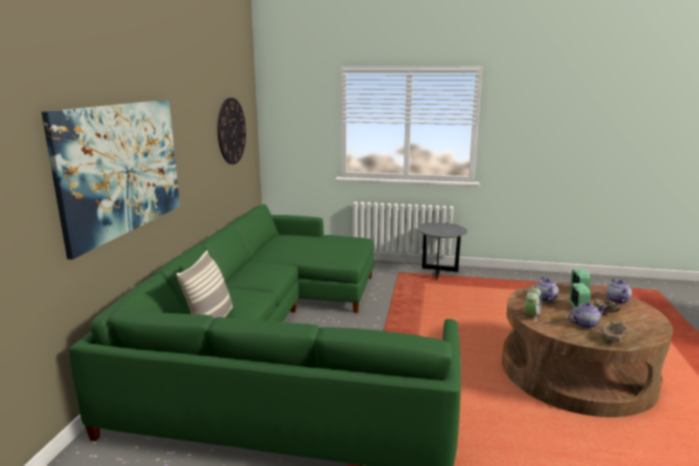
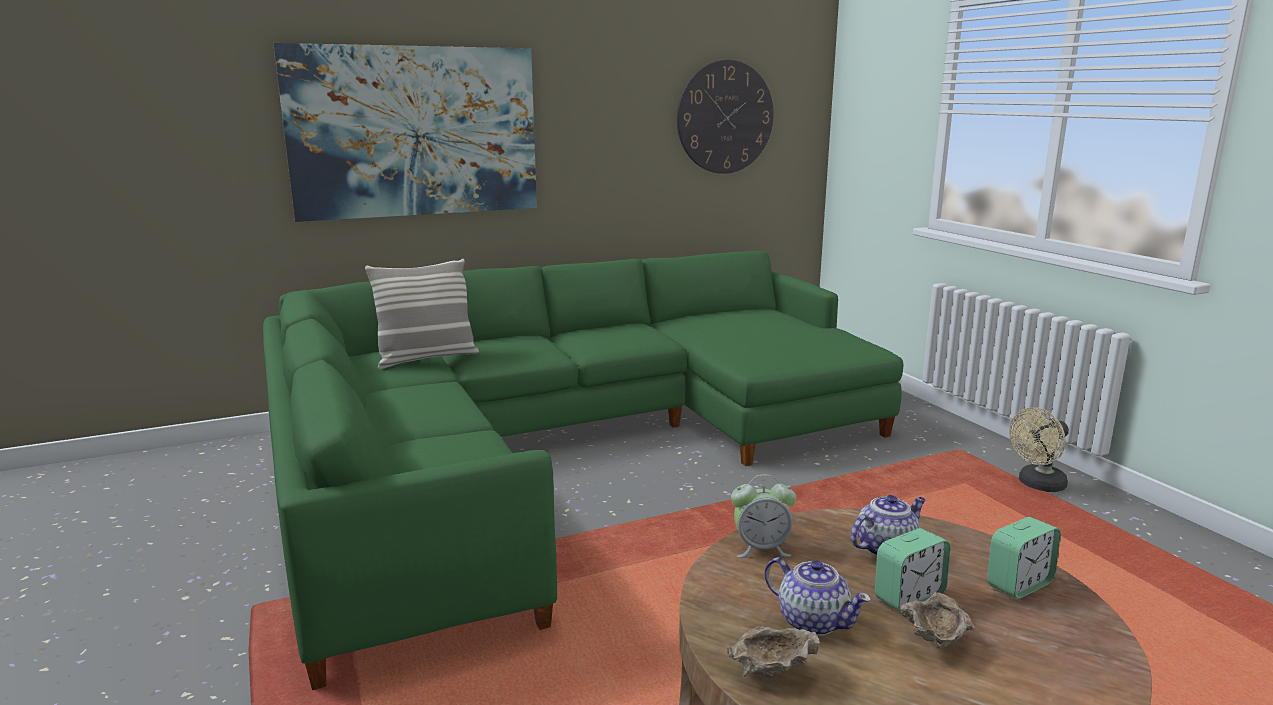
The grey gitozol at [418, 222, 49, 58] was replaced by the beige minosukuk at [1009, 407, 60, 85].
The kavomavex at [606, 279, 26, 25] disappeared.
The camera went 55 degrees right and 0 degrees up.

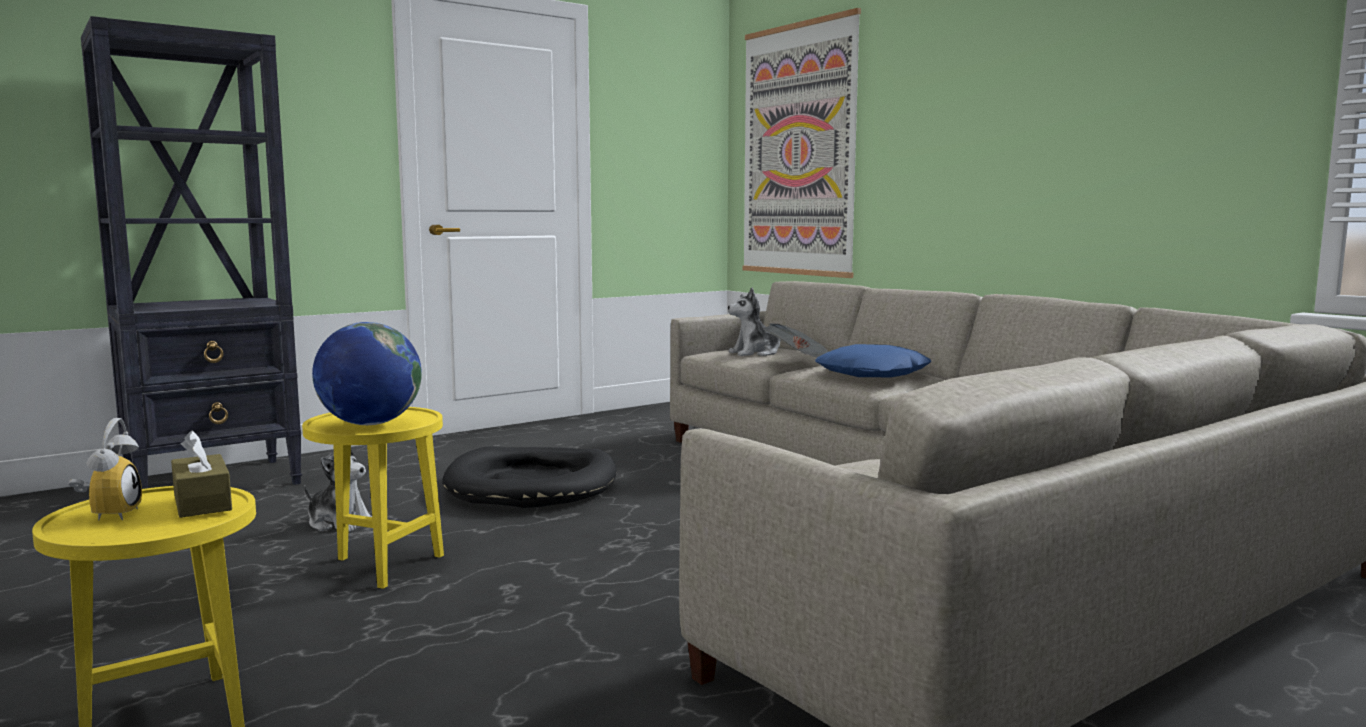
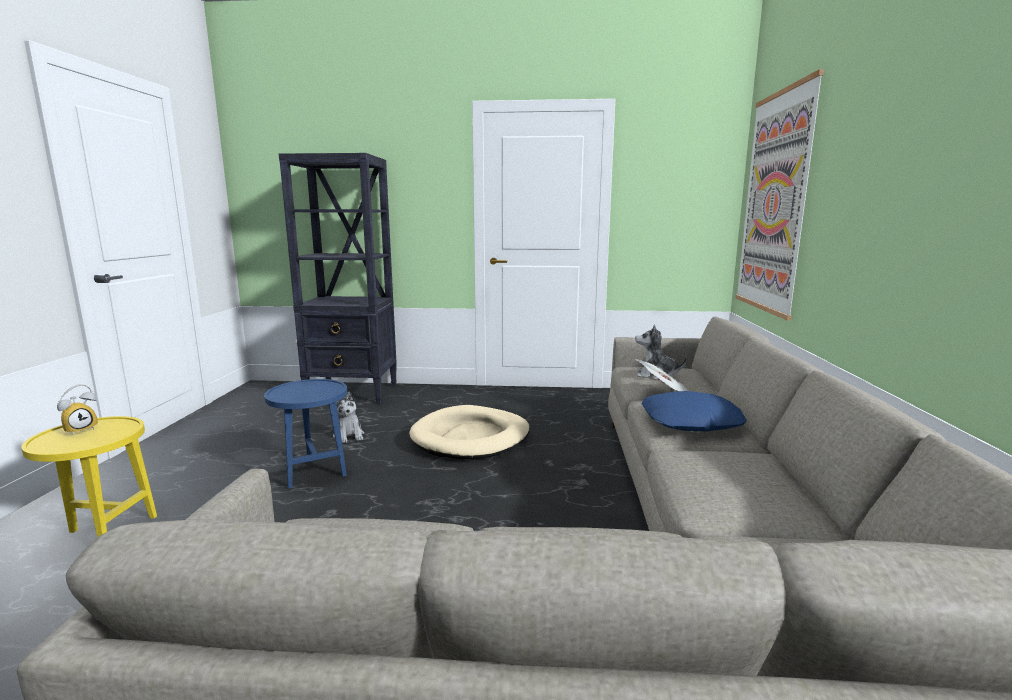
The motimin at [312, 322, 110, 103] disappeared.
The yellow gitozol at [302, 407, 142, 182] became the blue gitozol at [264, 379, 83, 110].
The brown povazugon at [171, 431, 61, 87] disappeared.
The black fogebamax at [442, 446, 174, 62] became the beige fogebamax at [409, 405, 120, 54].
The camera went 40 degrees right and 5 degrees up.

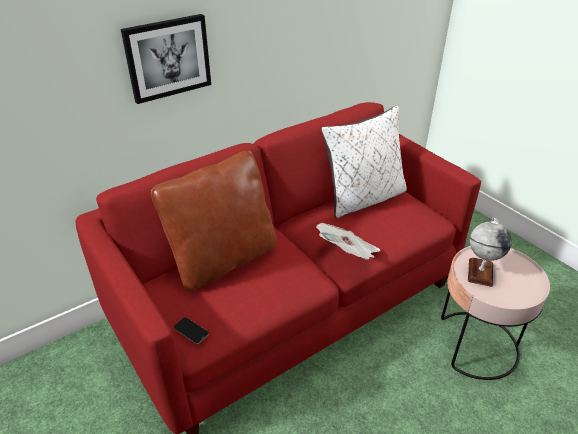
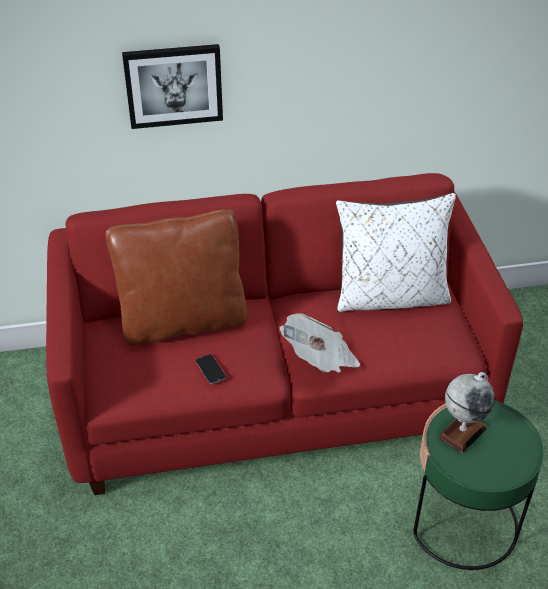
The pink gitozol at [441, 246, 109, 134] became the green gitozol at [413, 401, 131, 169].
The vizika moved from [174, 317, 35, 27] to [196, 354, 30, 30].
The camera went 25 degrees right and 5 degrees up.

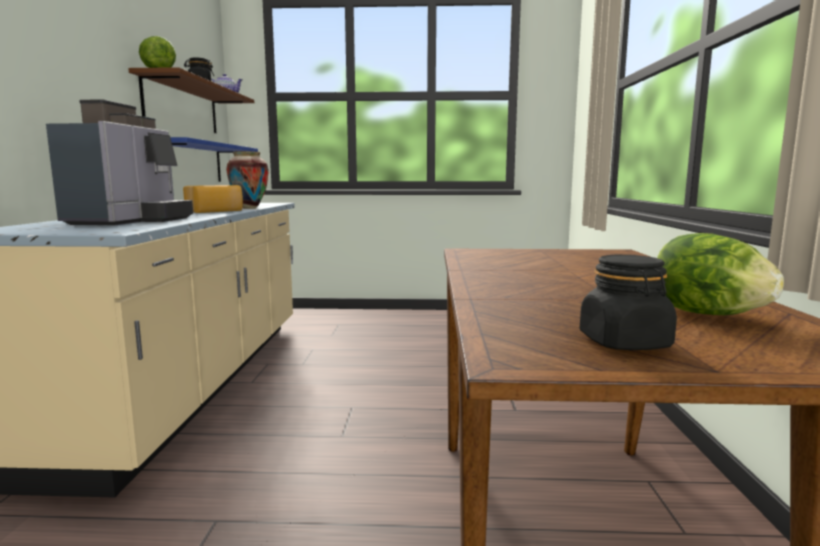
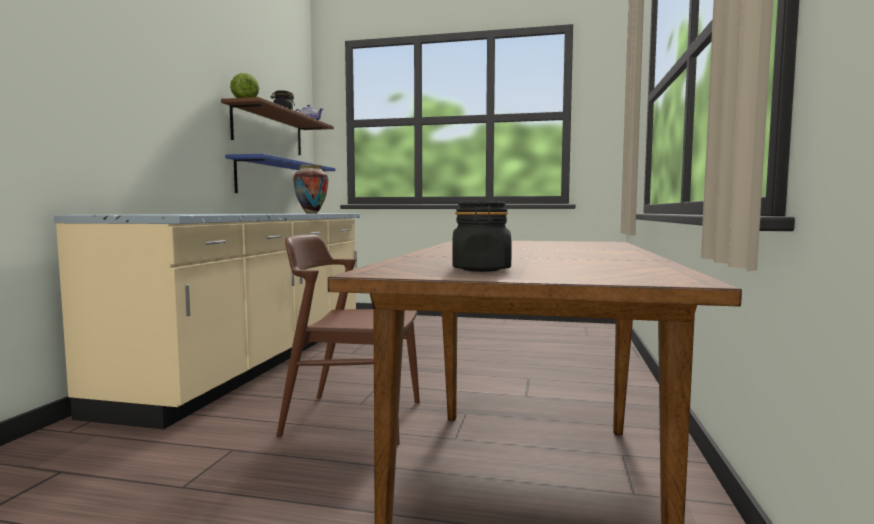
The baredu at [46, 99, 147, 126] disappeared.
The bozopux at [183, 185, 60, 28] disappeared.
The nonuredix at [657, 233, 127, 82] disappeared.
The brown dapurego at [276, 234, 144, 212] appeared.
The camera went 10 degrees right and 5 degrees down.

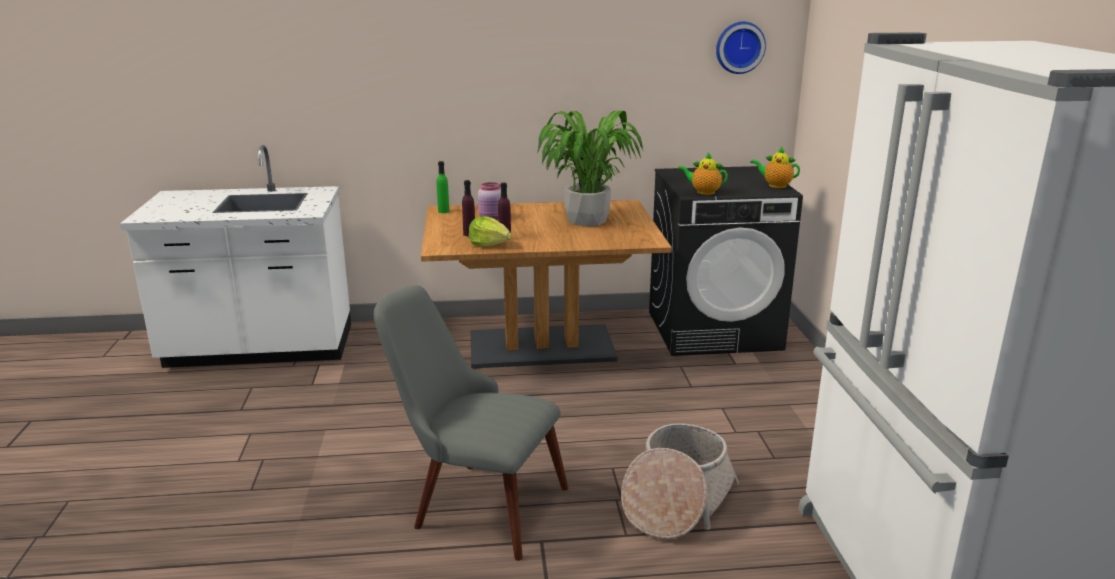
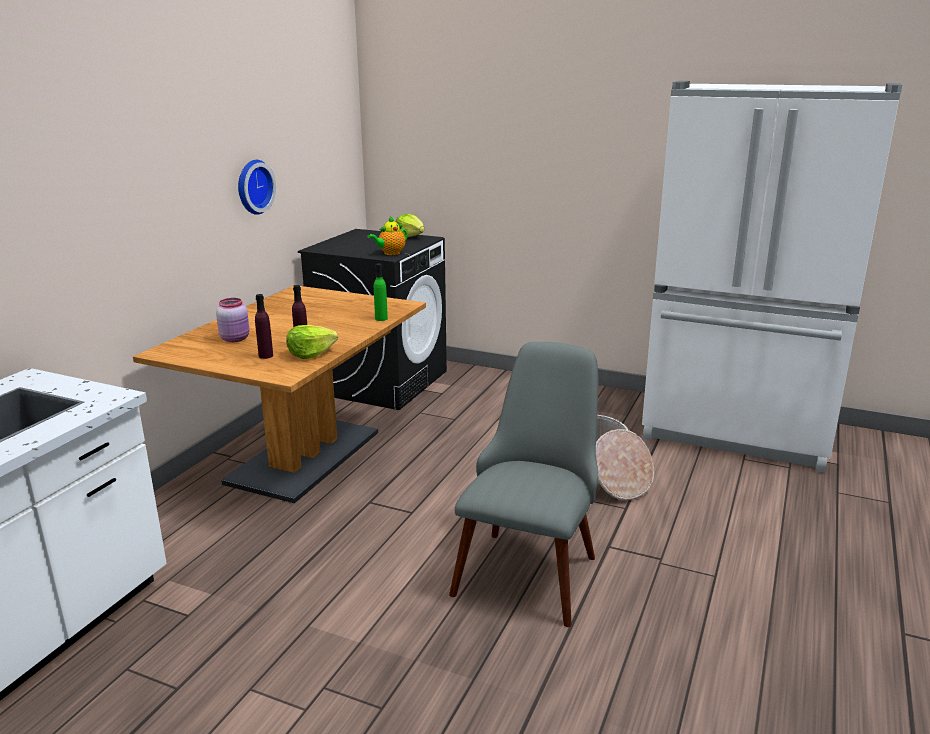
The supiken moved from [716, 22, 50, 52] to [238, 160, 38, 55].
The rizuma at [537, 111, 106, 116] disappeared.
The kavomavex at [750, 147, 50, 41] was replaced by the nonuredix at [396, 214, 29, 23].
The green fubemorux moved from [437, 161, 12, 52] to [374, 264, 14, 57].
The grey dapurego at [374, 285, 195, 276] turned 150 degrees clockwise.
The camera went 60 degrees left and 0 degrees up.

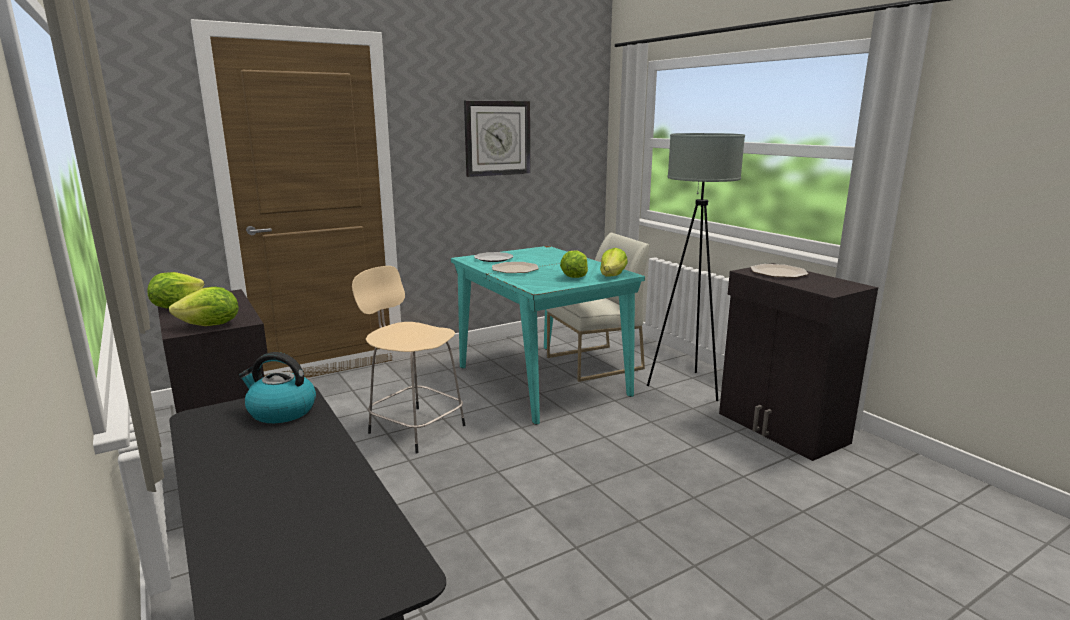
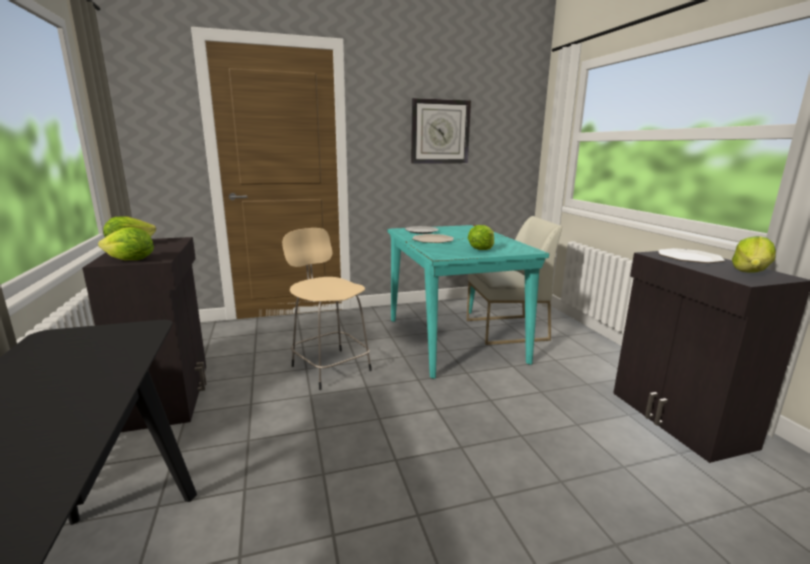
The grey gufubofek at [647, 133, 98, 268] disappeared.
The nonuredix moved from [600, 248, 28, 29] to [732, 236, 44, 37].
The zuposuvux at [239, 352, 77, 71] disappeared.
The camera went 15 degrees right and 0 degrees up.

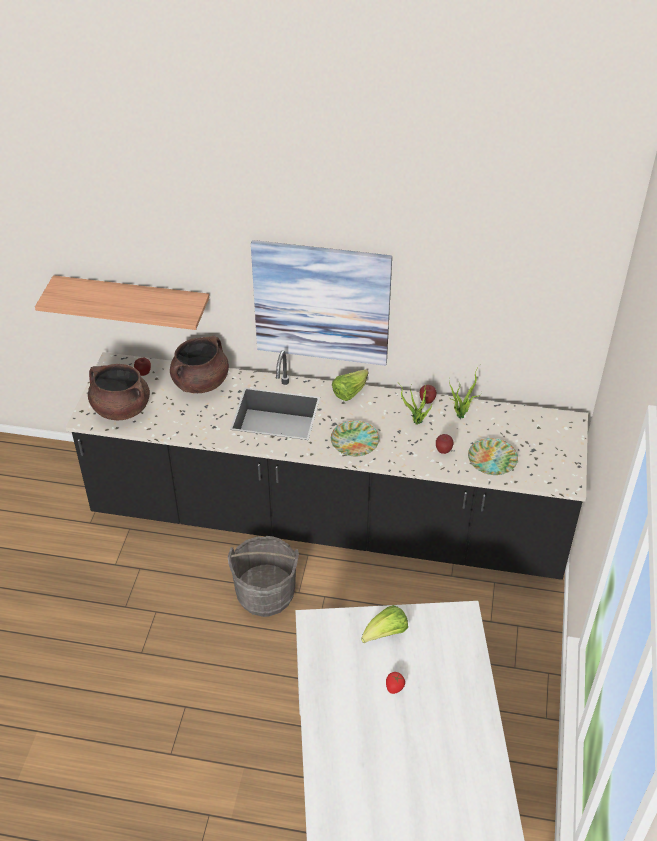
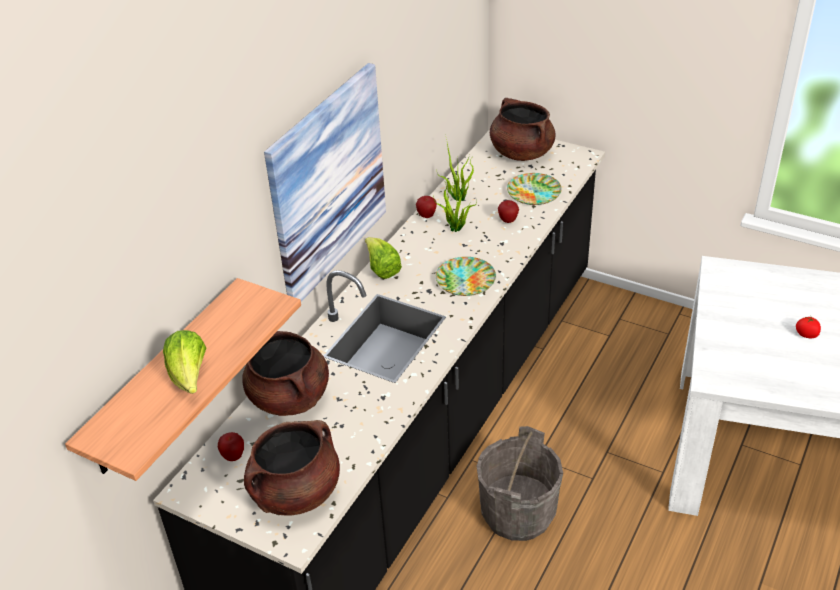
The nonuredix moved from [361, 605, 47, 38] to [163, 330, 43, 64].
The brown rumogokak at [490, 98, 65, 63] appeared.
The camera went 70 degrees left and 5 degrees down.

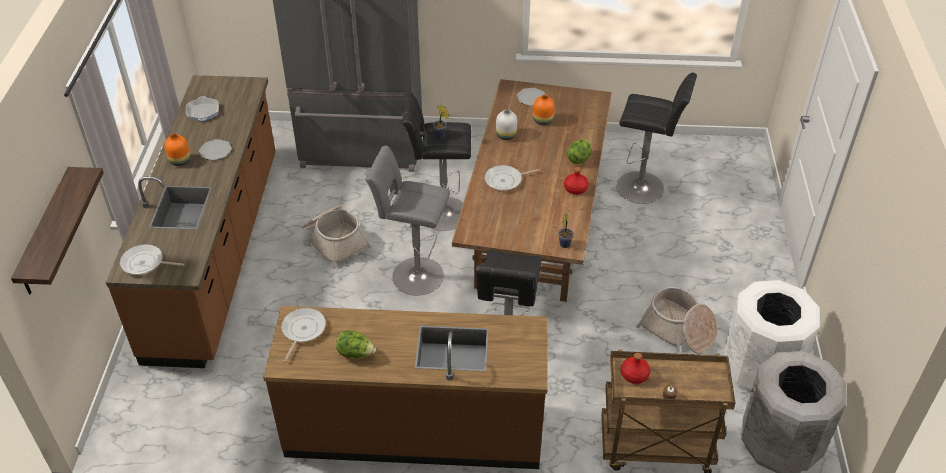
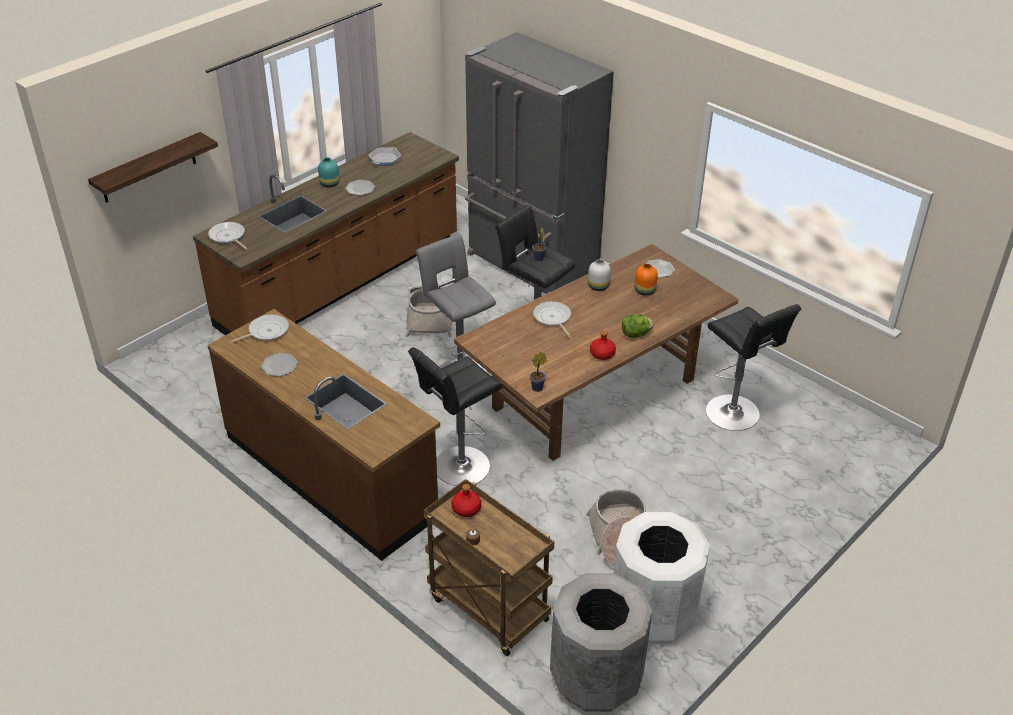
The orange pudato at [164, 134, 26, 32] became the turquoise pudato at [318, 157, 21, 31].
The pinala at [484, 165, 56, 26] turned 45 degrees clockwise.
The nonuredix at [336, 330, 40, 29] was replaced by the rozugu at [261, 353, 37, 23].
The camera went 40 degrees right and 5 degrees down.

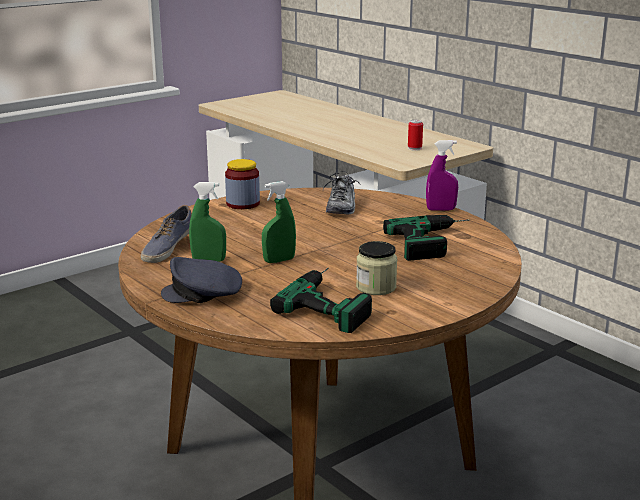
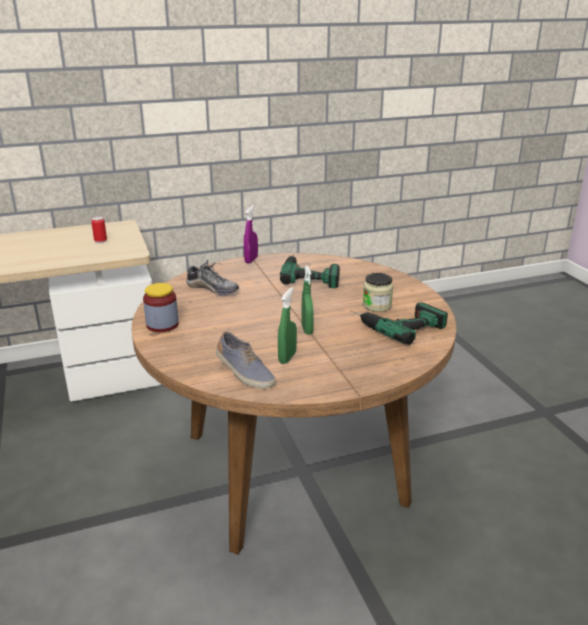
The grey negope at [161, 257, 81, 46] disappeared.
The camera went 70 degrees left and 5 degrees up.

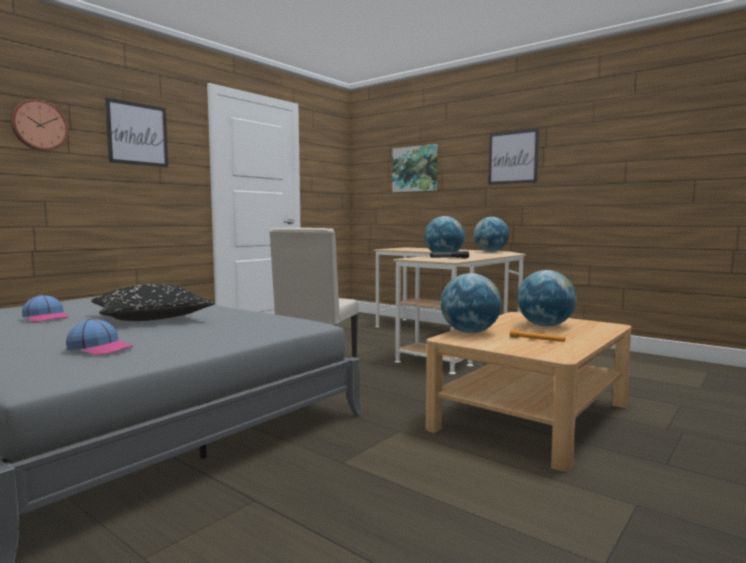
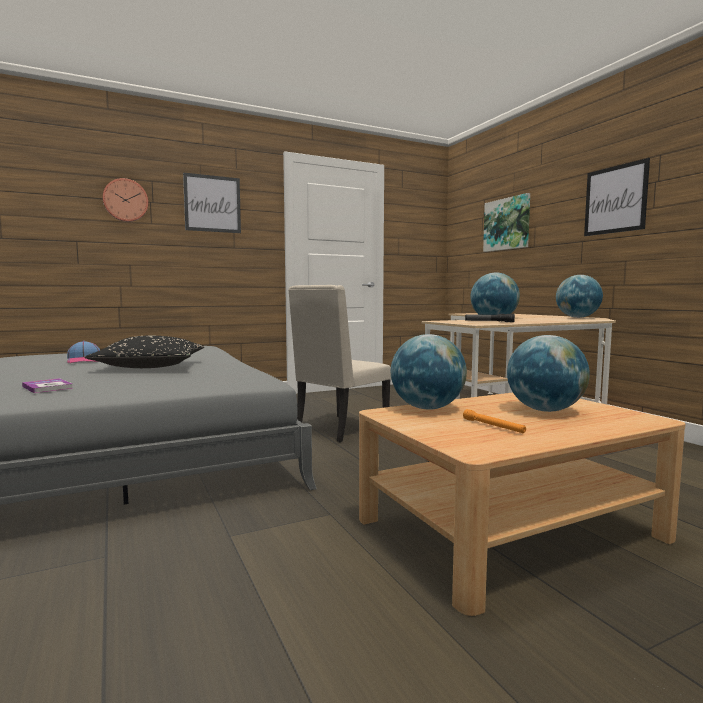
The negope at [66, 319, 67, 36] was replaced by the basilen at [22, 378, 51, 15].
The camera went 25 degrees right and 0 degrees up.

